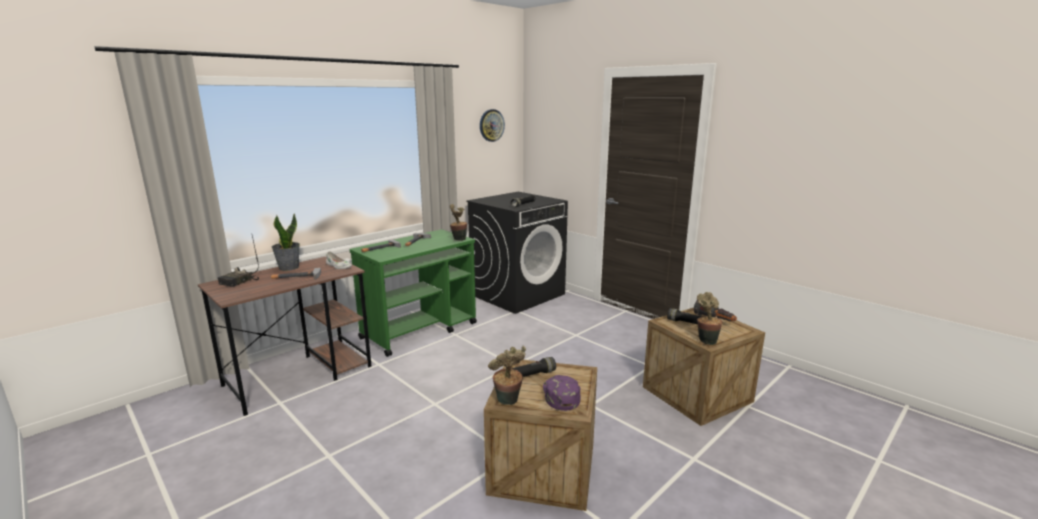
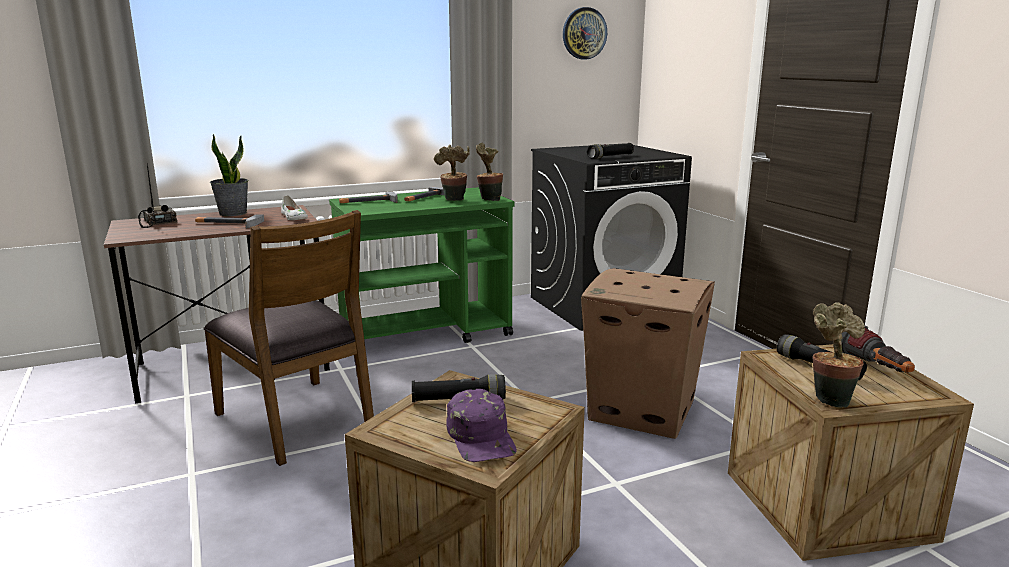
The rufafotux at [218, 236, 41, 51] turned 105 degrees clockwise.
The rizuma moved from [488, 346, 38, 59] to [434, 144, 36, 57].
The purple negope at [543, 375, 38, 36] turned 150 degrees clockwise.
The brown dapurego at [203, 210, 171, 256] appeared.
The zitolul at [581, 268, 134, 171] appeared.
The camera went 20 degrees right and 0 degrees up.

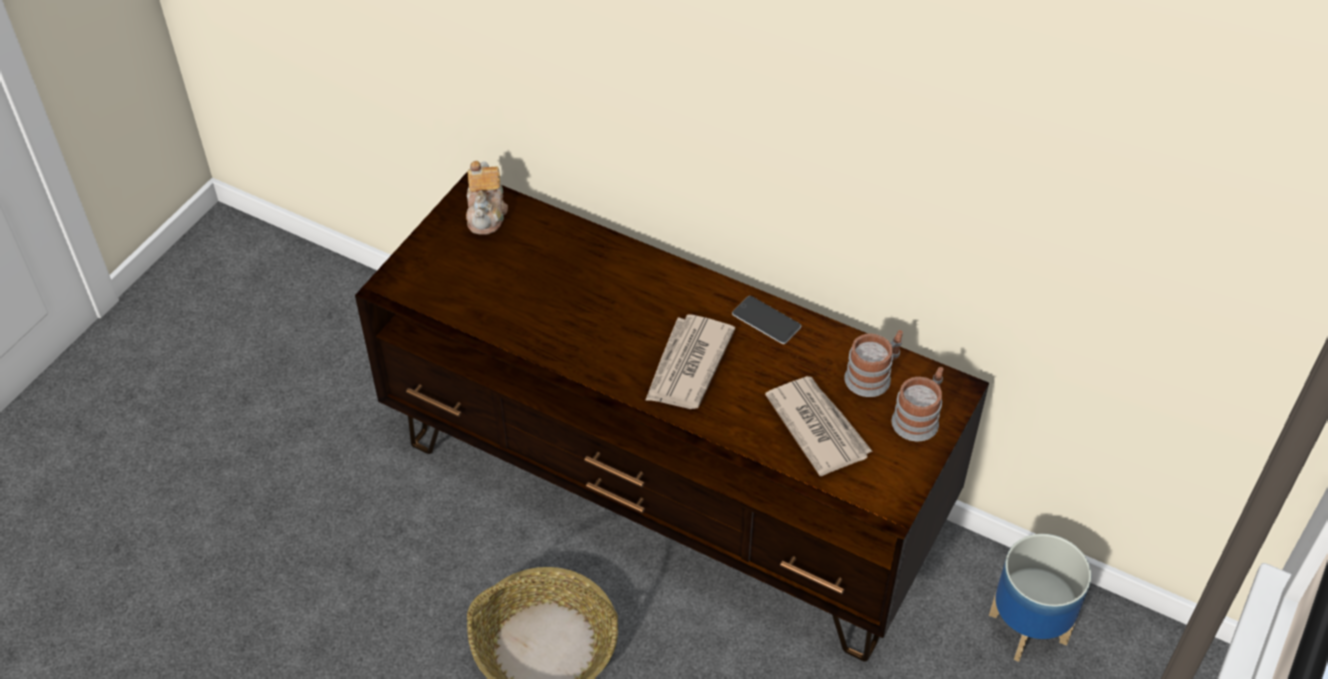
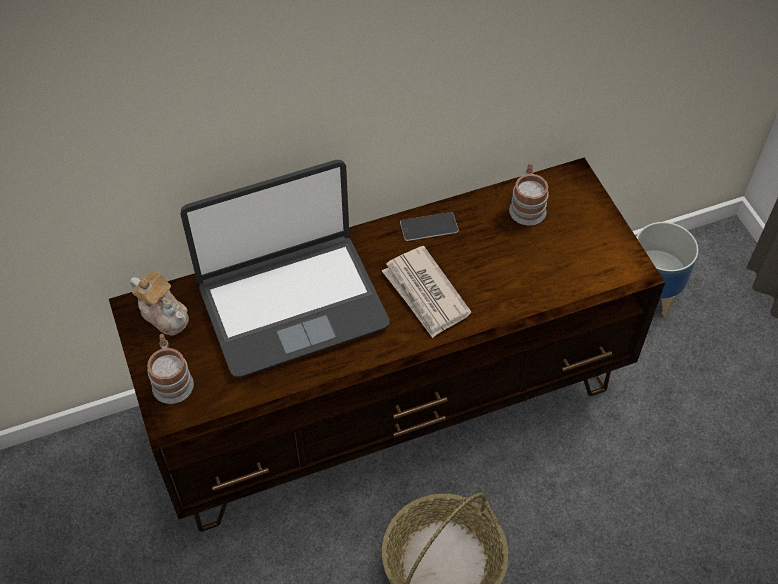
The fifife moved from [891, 367, 52, 74] to [147, 334, 47, 70].
The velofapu at [765, 376, 108, 100] disappeared.
The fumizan at [180, 160, 209, 218] appeared.
The camera went 50 degrees left and 5 degrees up.

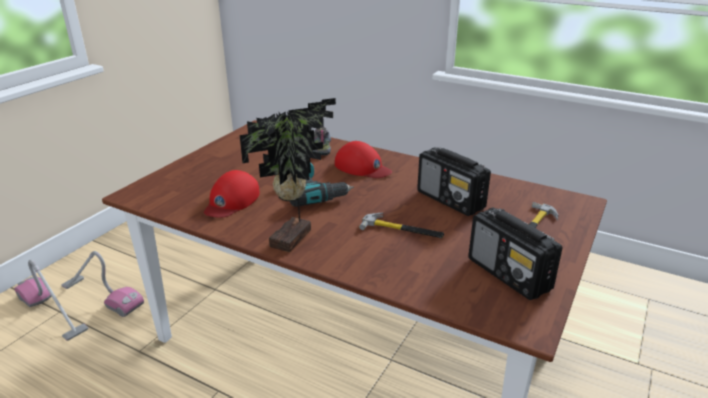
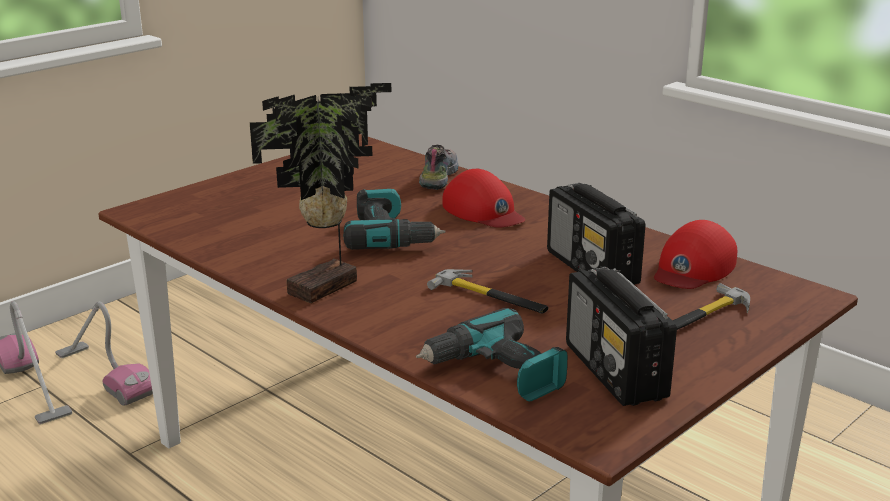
The red negope moved from [204, 170, 56, 48] to [654, 220, 83, 69].
The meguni at [416, 308, 152, 94] appeared.
The camera went 15 degrees right and 5 degrees down.

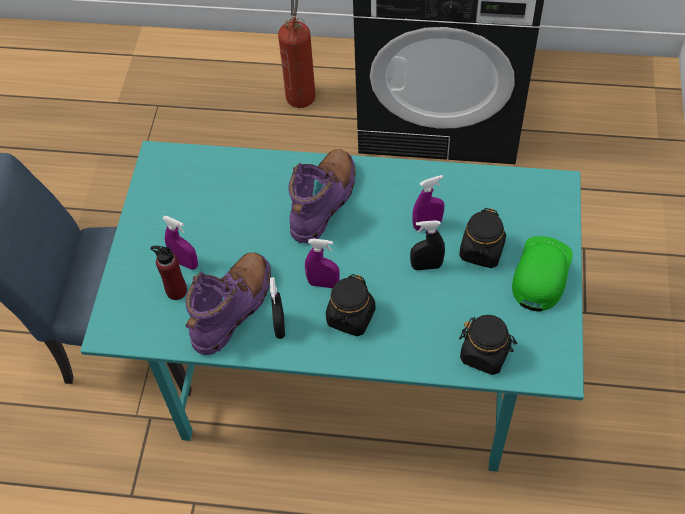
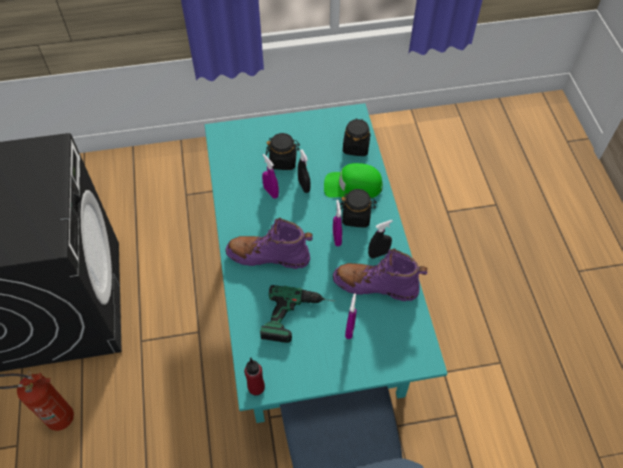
The green negope moved from [512, 236, 61, 76] to [324, 163, 59, 35].
The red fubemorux moved from [151, 246, 36, 54] to [244, 358, 21, 37].
The meguni at [260, 285, 75, 58] appeared.
The camera went 110 degrees left and 0 degrees up.

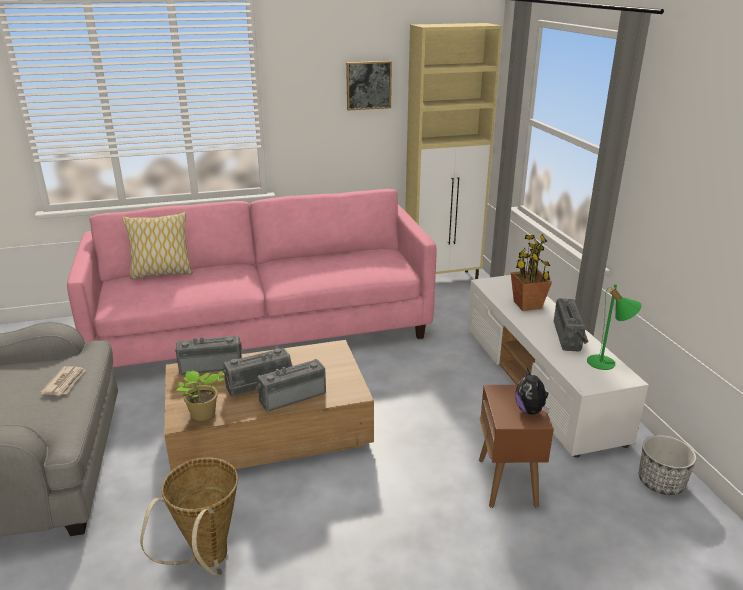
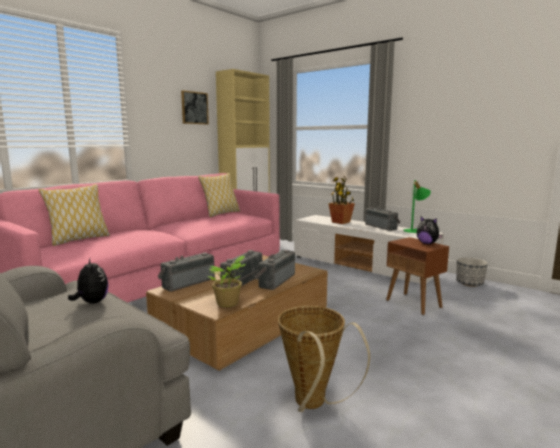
The velofapu at [40, 366, 45, 29] was replaced by the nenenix at [68, 258, 40, 46].
The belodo at [198, 173, 42, 44] appeared.
The camera went 35 degrees left and 15 degrees down.

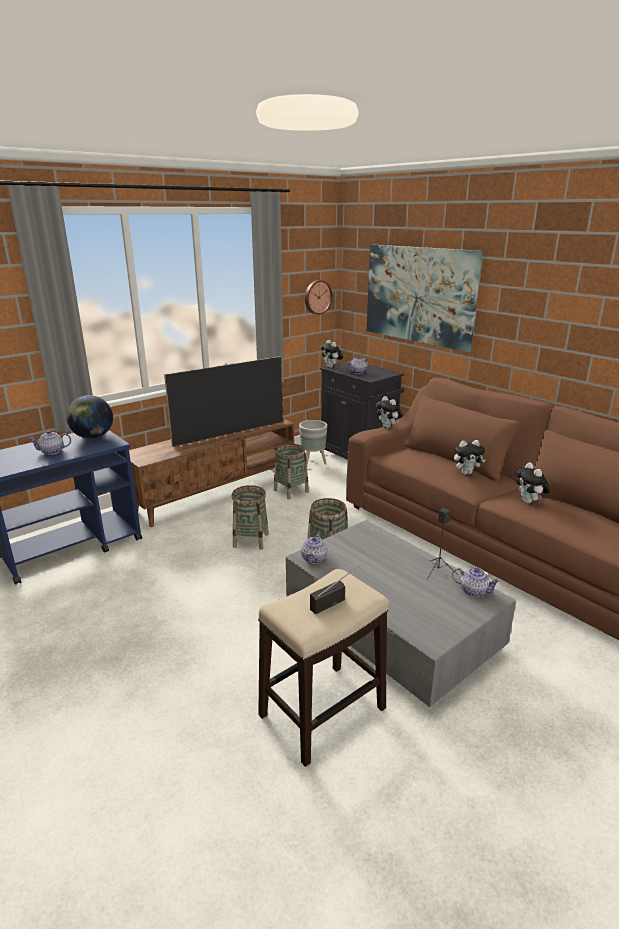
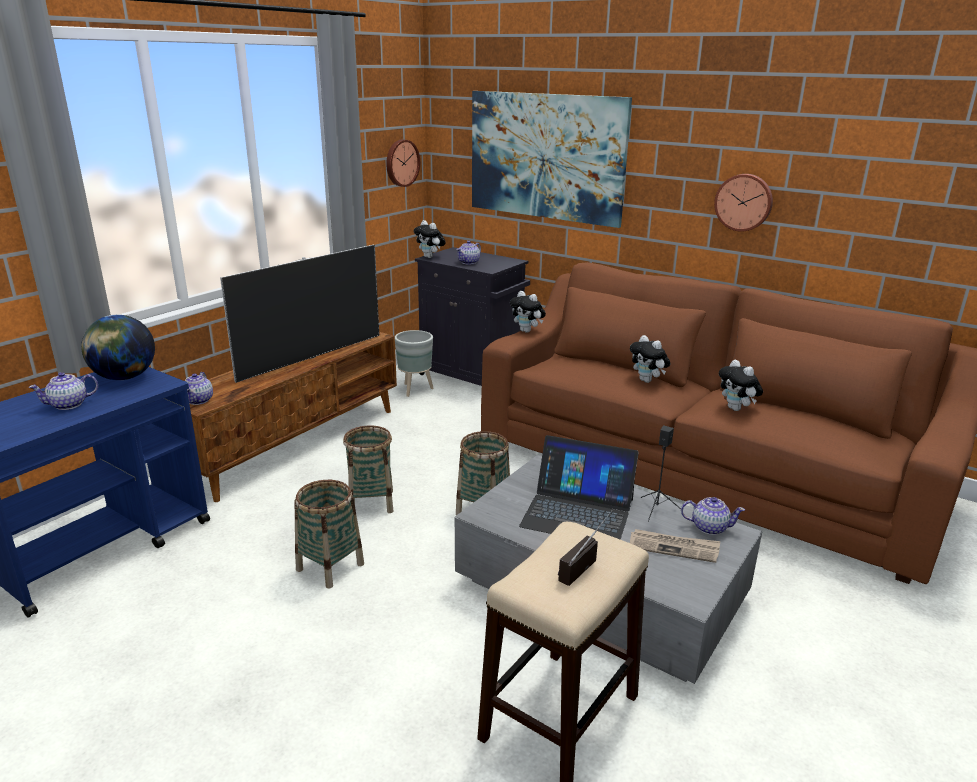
The nenenix at [454, 440, 32, 35] turned 75 degrees clockwise.
The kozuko moved from [274, 444, 35, 55] to [295, 480, 69, 109].
The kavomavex moved from [301, 533, 26, 31] to [185, 372, 28, 33].
The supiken at [714, 174, 59, 58] appeared.
The fumizan at [519, 435, 120, 105] appeared.
The velofapu at [630, 529, 90, 34] appeared.
The camera went 15 degrees left and 0 degrees up.

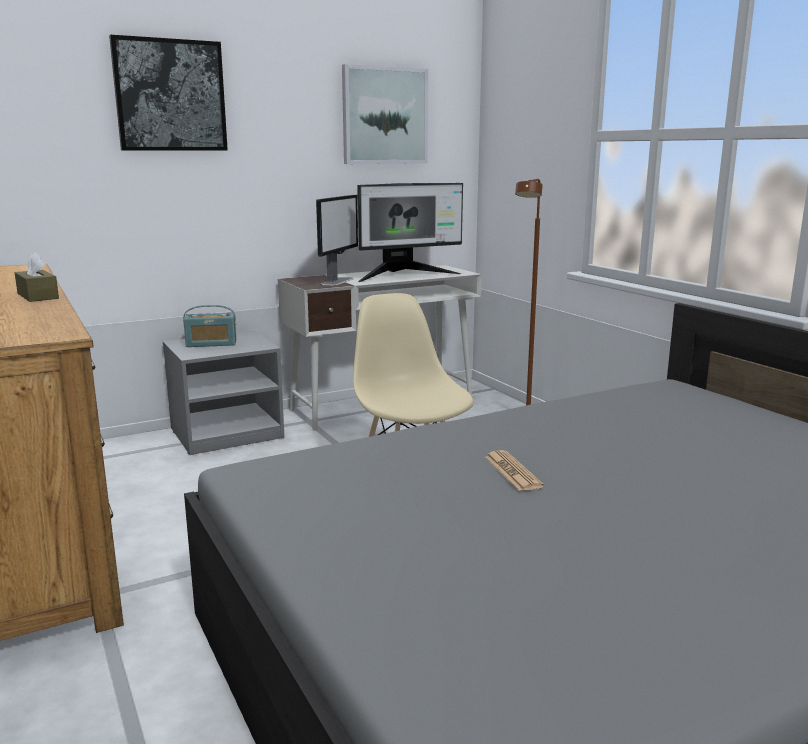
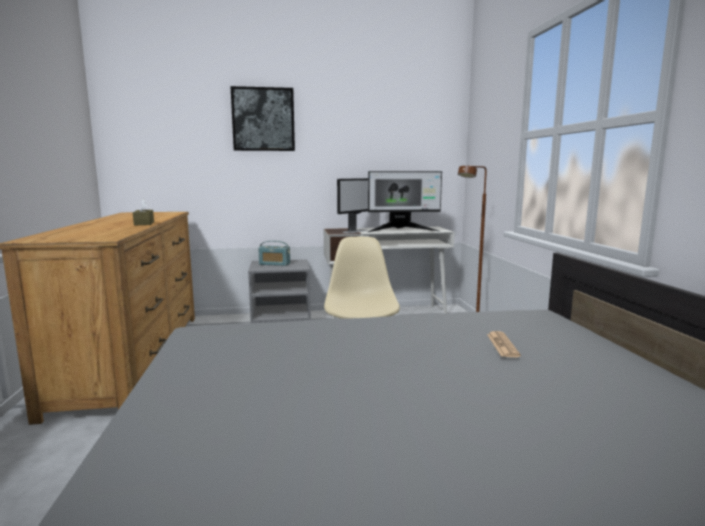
The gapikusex at [342, 64, 86, 100] disappeared.
The velofapu moved from [485, 450, 59, 41] to [487, 331, 34, 26].
The camera went 20 degrees right and 5 degrees down.

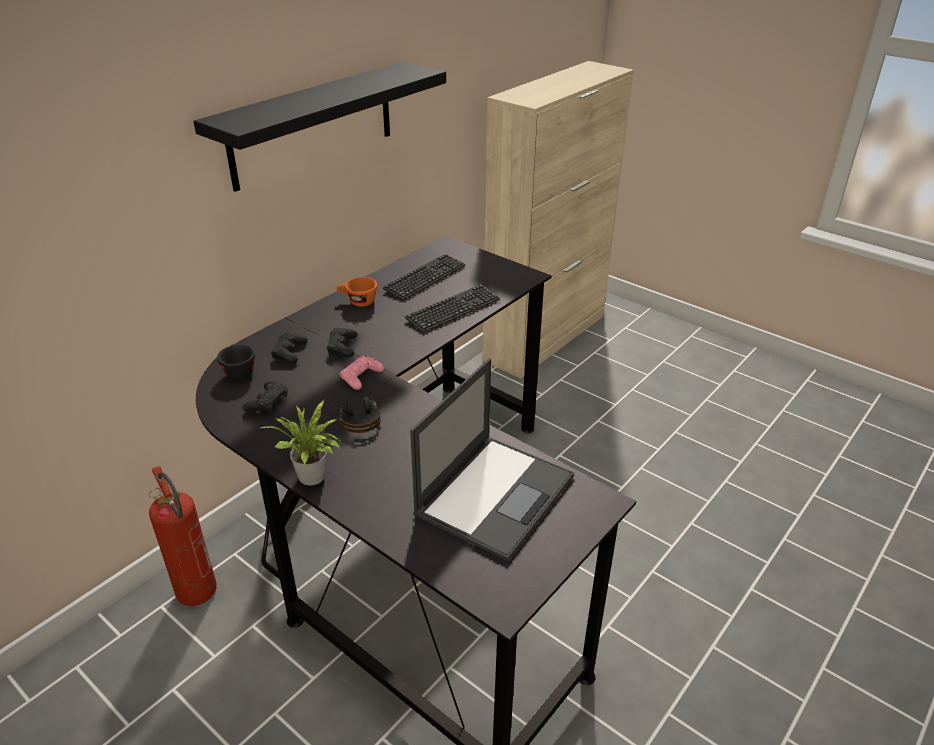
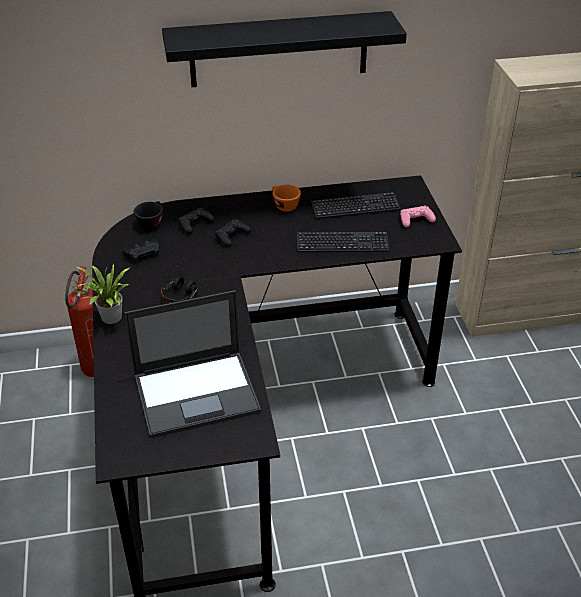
The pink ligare moved from [340, 356, 44, 34] to [400, 206, 36, 21].
The camera went 40 degrees right and 5 degrees up.

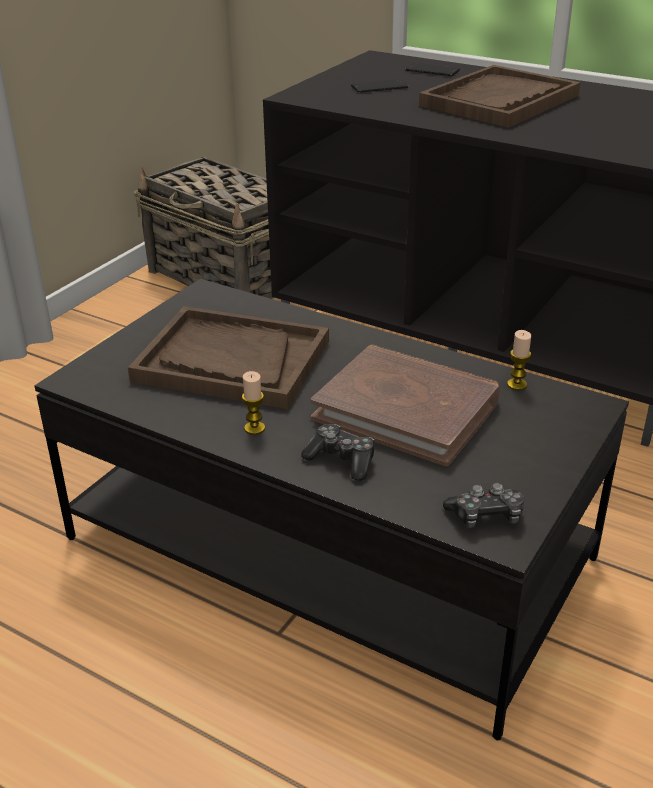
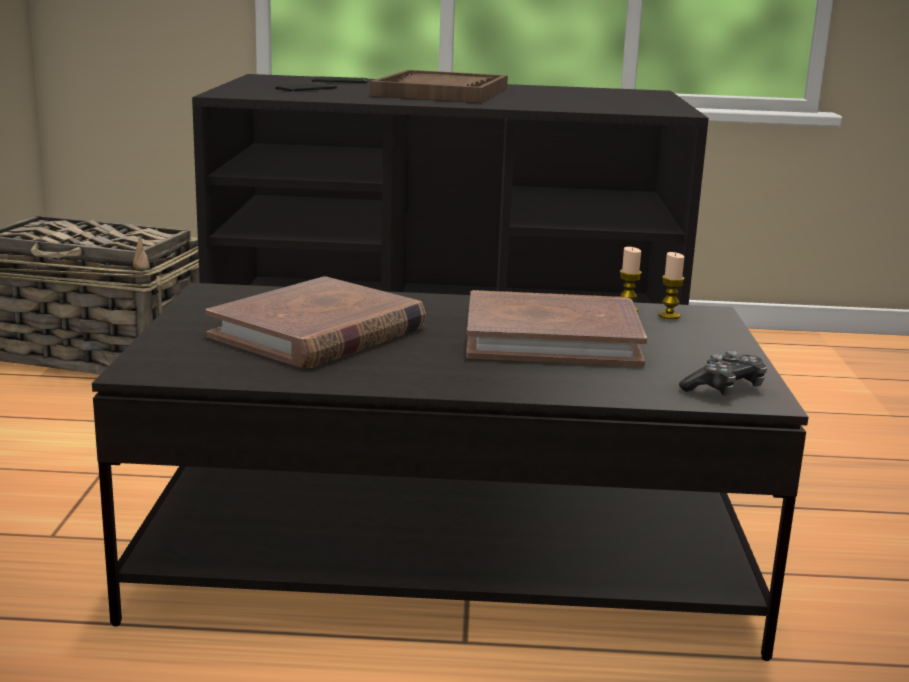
The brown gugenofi at [128, 306, 201, 103] was replaced by the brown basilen at [205, 276, 221, 92].
The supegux moved from [242, 371, 23, 64] to [659, 252, 26, 67].
The ligare at [301, 424, 73, 57] disappeared.
The camera went 30 degrees left and 15 degrees down.

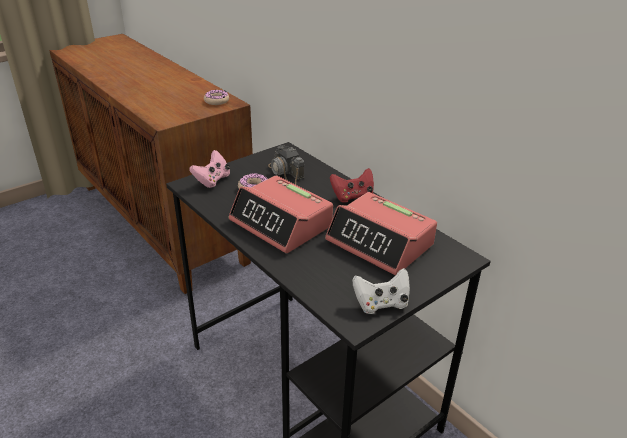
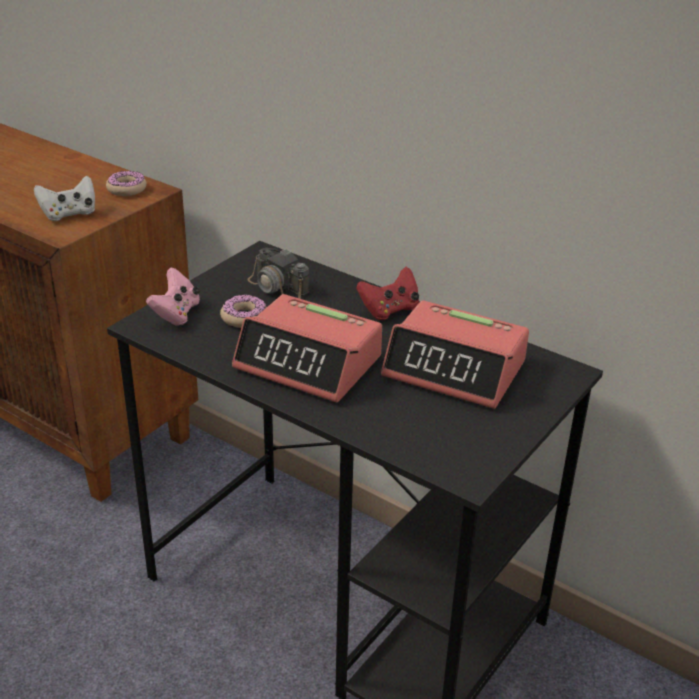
The white ligare moved from [352, 268, 58, 46] to [34, 176, 61, 45].
The camera went 15 degrees left and 0 degrees up.

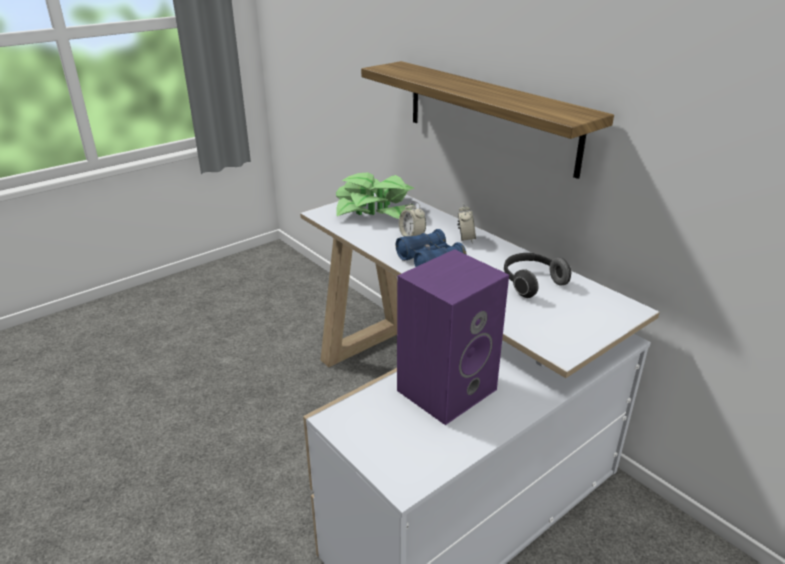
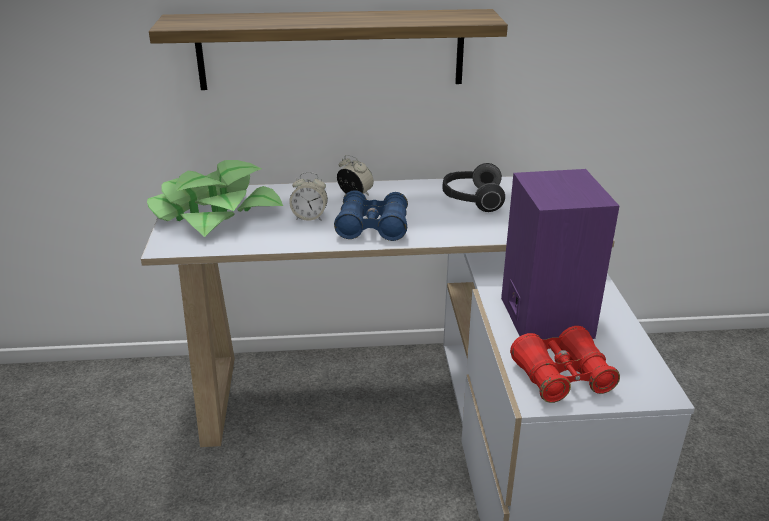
The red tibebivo at [510, 326, 110, 77] appeared.
The camera went 55 degrees left and 0 degrees up.

